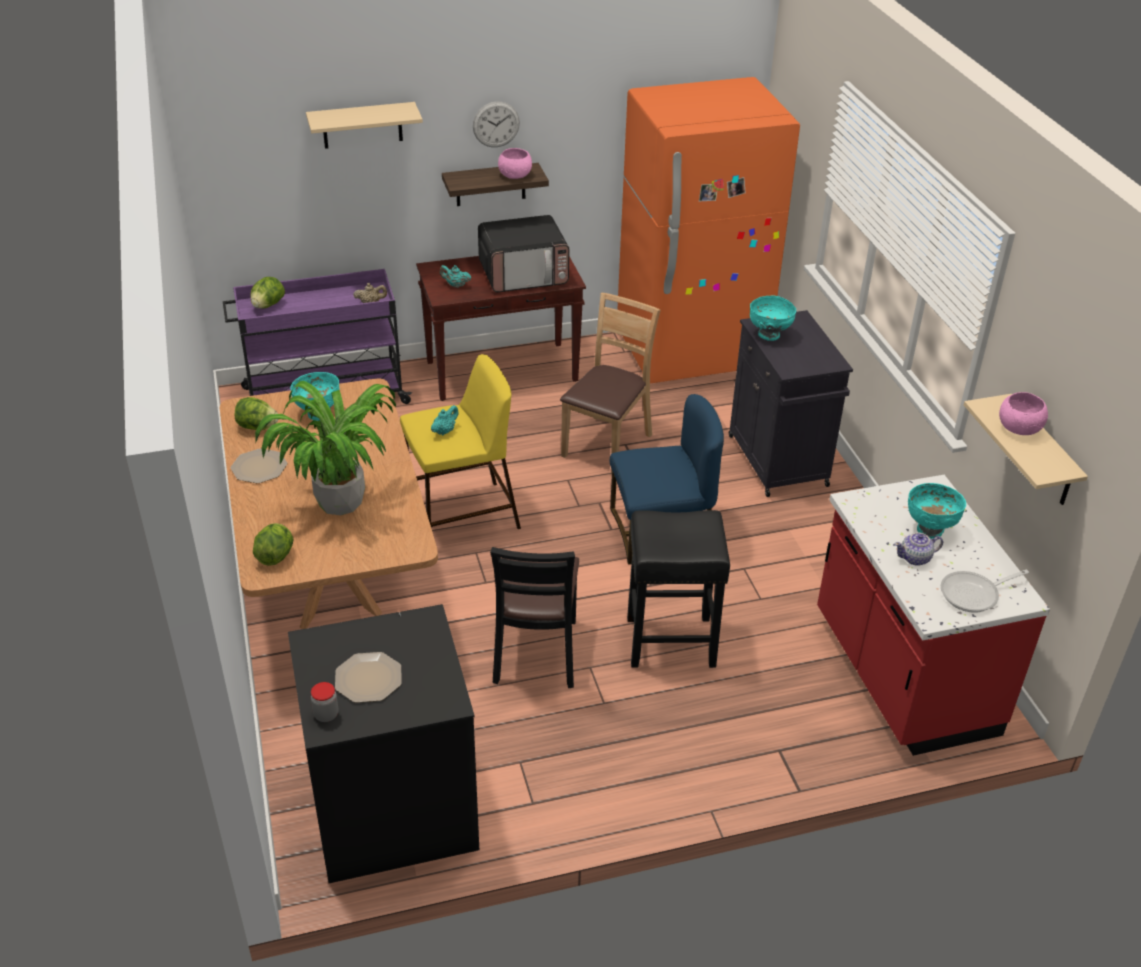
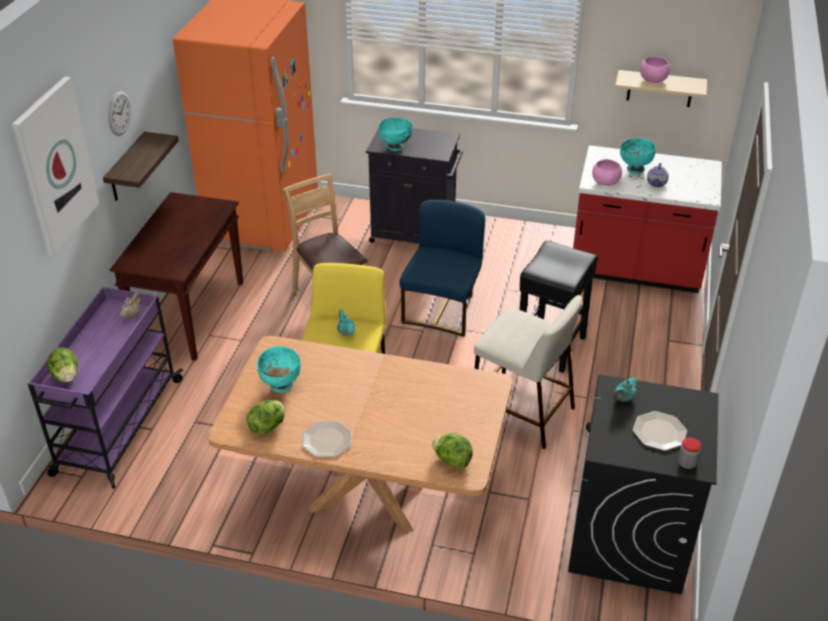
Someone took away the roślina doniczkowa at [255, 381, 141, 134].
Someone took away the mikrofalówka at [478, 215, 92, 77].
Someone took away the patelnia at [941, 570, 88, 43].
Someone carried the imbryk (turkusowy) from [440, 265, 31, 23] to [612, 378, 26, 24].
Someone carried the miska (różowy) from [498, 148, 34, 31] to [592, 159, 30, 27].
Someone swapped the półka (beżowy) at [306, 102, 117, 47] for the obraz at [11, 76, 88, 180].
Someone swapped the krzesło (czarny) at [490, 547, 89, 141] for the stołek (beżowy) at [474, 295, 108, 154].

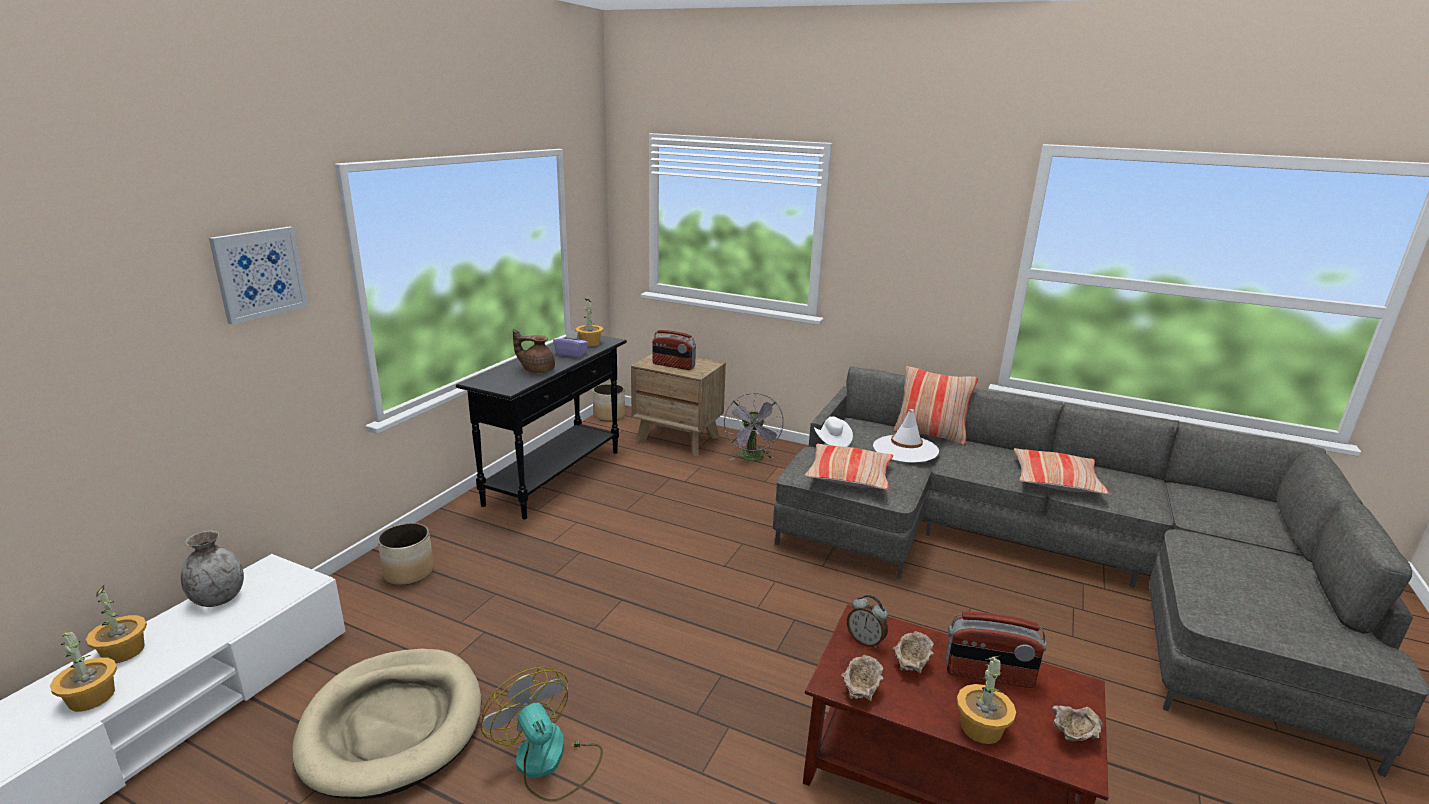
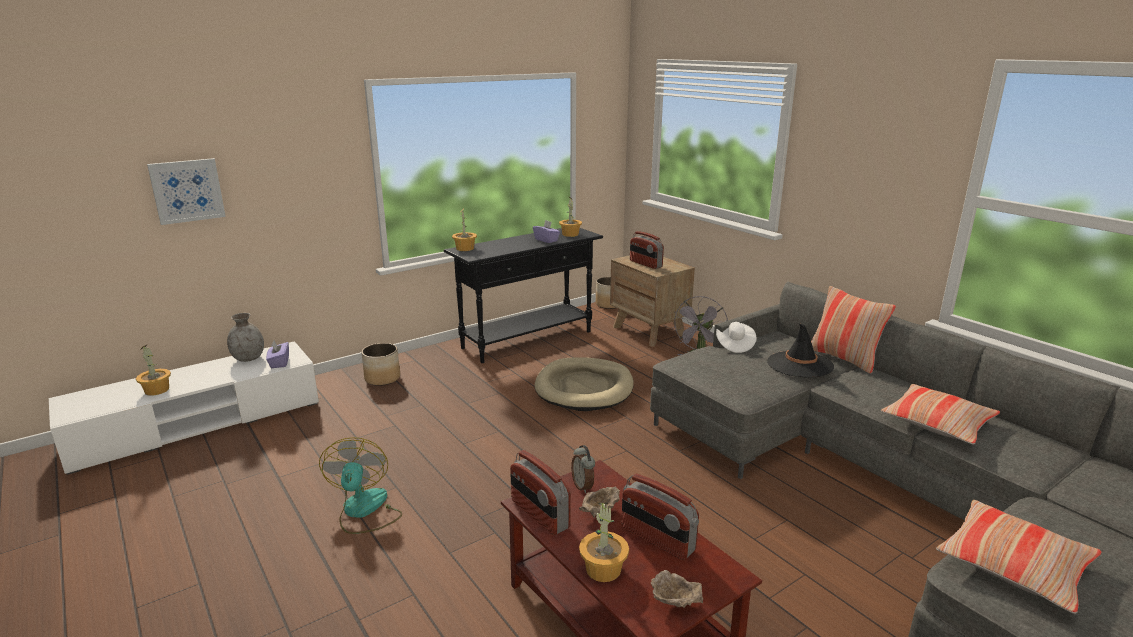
Someone took away the imbryk (brązowy) at [513, 329, 42, 44].
Someone put down the pudełko chusteczek (fioletowy) at [266, 341, 23, 27].
Someone carried the roślina doniczkowa from [86, 585, 61, 78] to [452, 209, 25, 42].
Someone carried the obraz from [209, 226, 99, 98] to [147, 158, 79, 67].
Someone carried the legowisko (beżowy) from [292, 649, 190, 150] to [535, 357, 99, 54].
Someone carried the poduszka from [804, 444, 89, 46] to [936, 500, 166, 114].
Someone swapped the miska (beżowy) at [841, 655, 43, 46] for the radio at [510, 450, 61, 85].
Someone repainted the kapelusz (biały) at [873, 409, 66, 54], which became the kapelusz (czarny) at [767, 323, 67, 55].

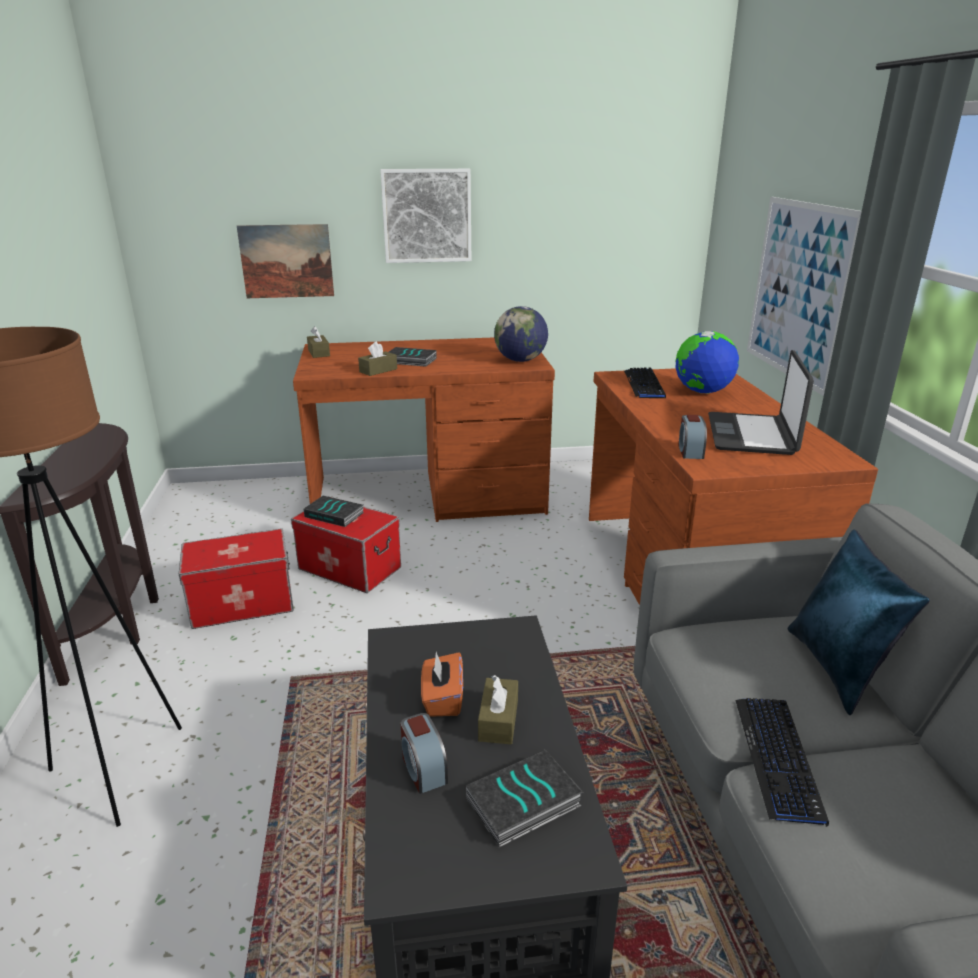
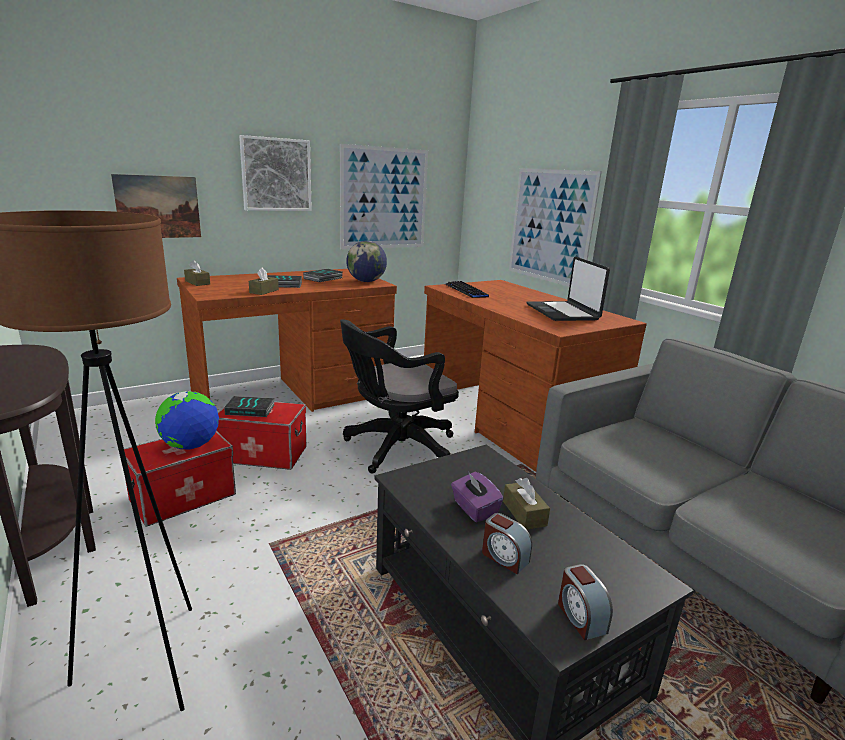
Someone took away the klawiatura at [735, 698, 94, 129].
Someone took away the poduszka (niebieski) at [788, 529, 142, 186].
Someone put up the obraz at [340, 144, 88, 105].
Someone put down the krzesło biurowe (czarny) at [340, 319, 119, 155].
Someone carried the książka from [466, 750, 117, 97] to [303, 269, 39, 13].
Someone carried the globus from [675, 331, 64, 62] to [155, 391, 64, 59].
Someone carried the budzik from [678, 415, 29, 44] to [558, 564, 55, 76].
Someone repainted the pudełko chusteczek (pomarańczowy) at [421, 652, 42, 65], which became the pudełko chusteczek (fioletowy) at [451, 472, 52, 50].

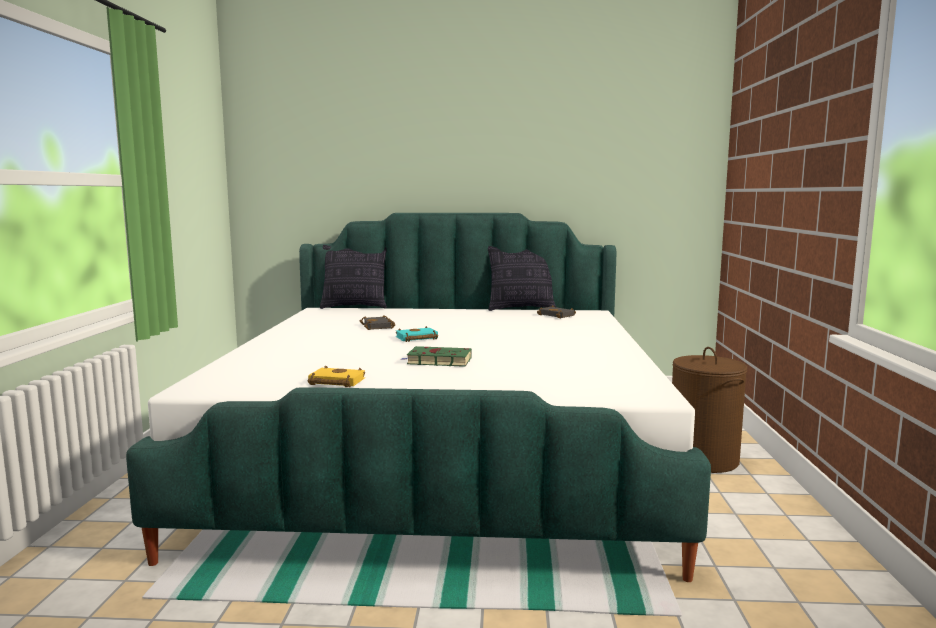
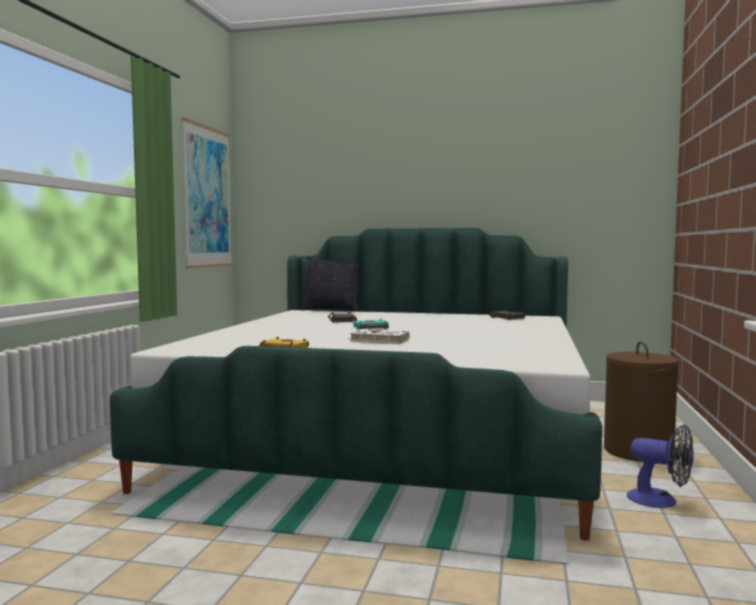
Someone took away the poduszka at [488, 246, 68, 65].
Someone put up the obraz at [181, 118, 52, 150].
Someone put down the wentylator at [627, 424, 66, 84].
Someone repainted the książka (zielony) at [400, 346, 72, 21], which became the książka (biały) at [350, 329, 59, 15].

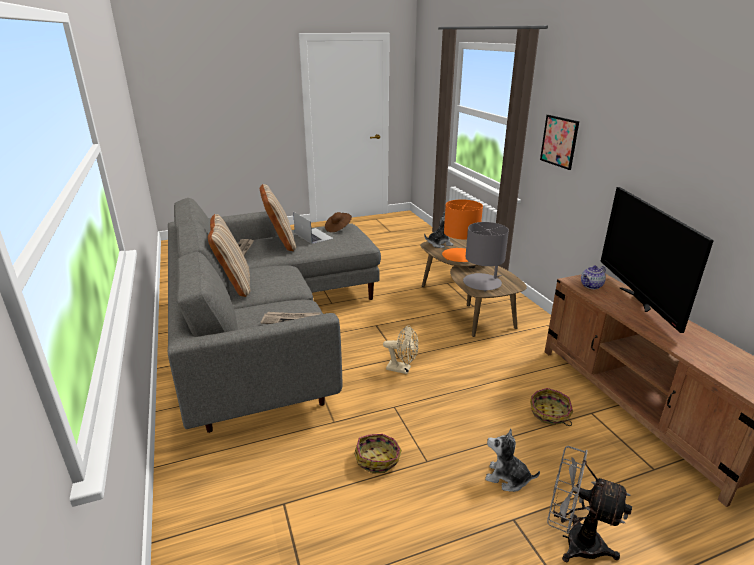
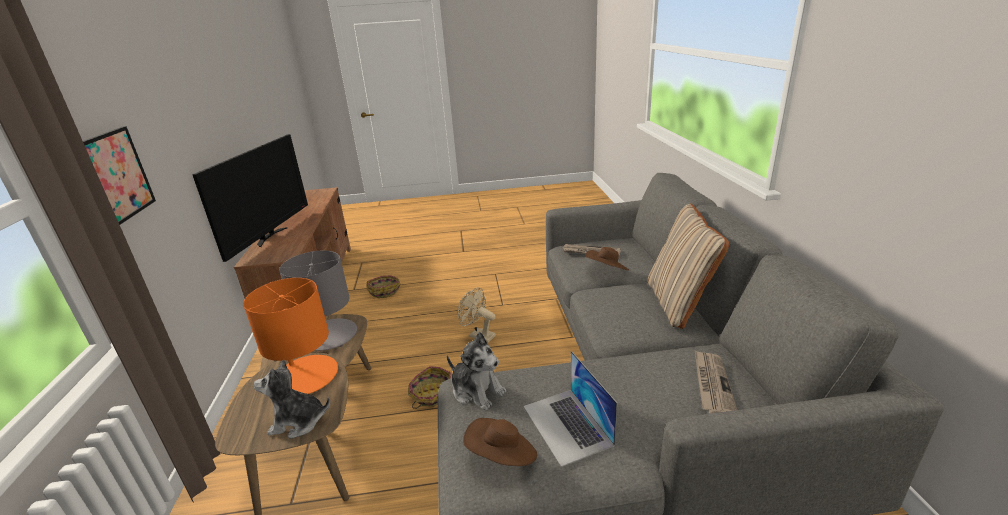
Someone took away the poduszka (beżowy) at [260, 184, 36, 67].
Someone took away the wentylator (szary) at [547, 446, 85, 116].
Someone took away the imbryk at [581, 266, 25, 23].
Someone put down the kapelusz (brązowy) at [585, 247, 44, 23].
Someone carried the koszyk from [354, 434, 48, 40] to [408, 366, 44, 43].
Someone carried the pluszak from [485, 429, 55, 63] to [447, 332, 59, 78].

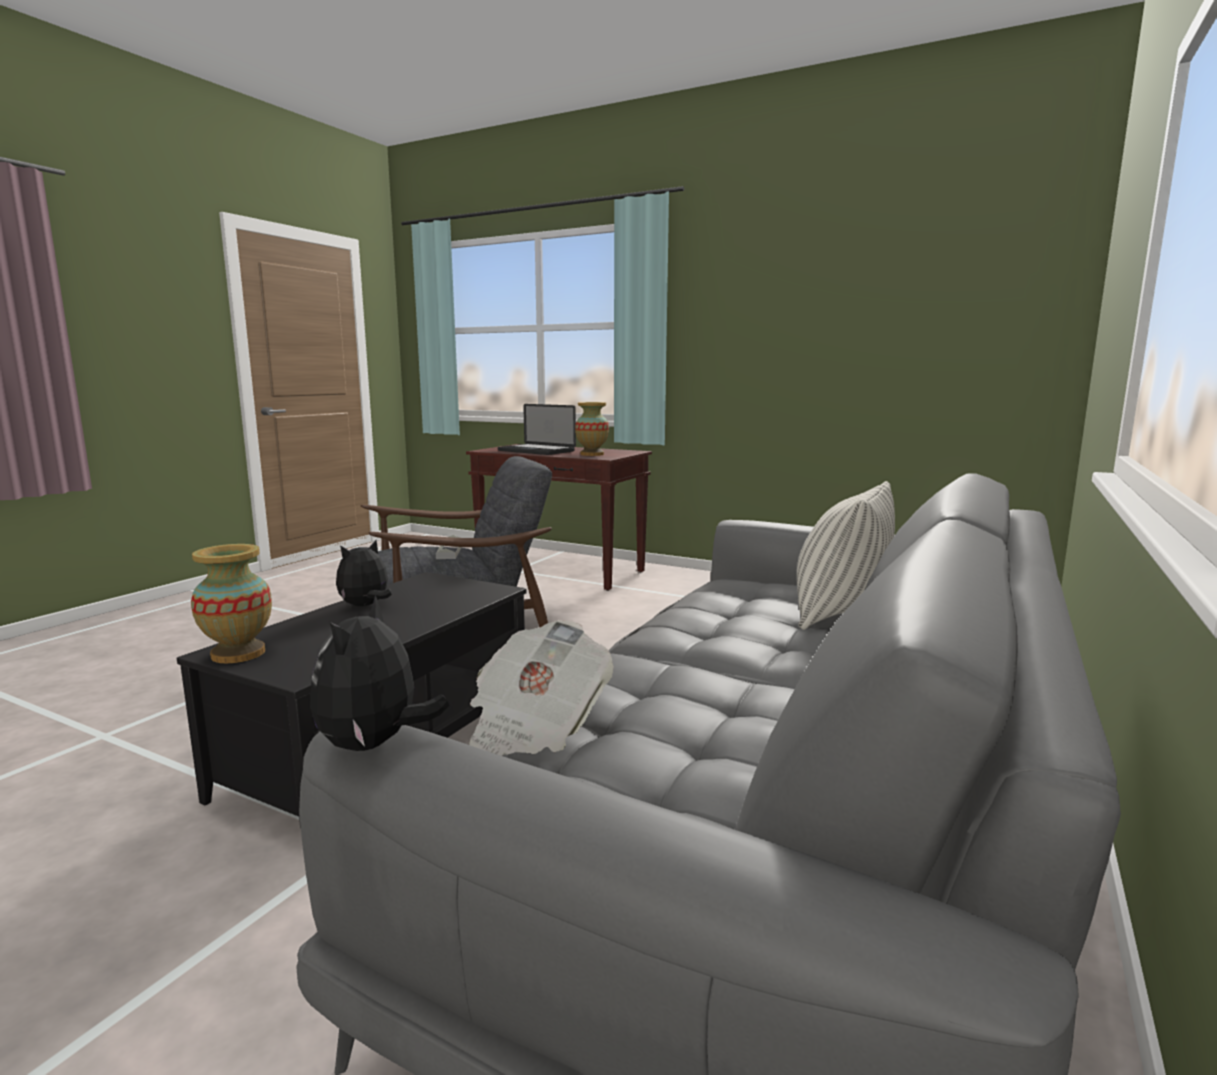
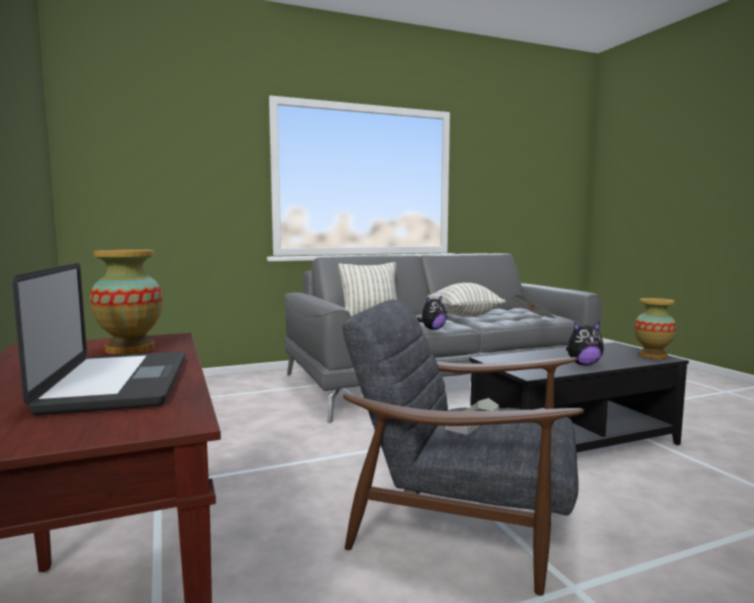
Someone put down the poduszka at [427, 283, 79, 34].
Someone carried the pluszak from [310, 595, 139, 156] to [417, 296, 30, 34].

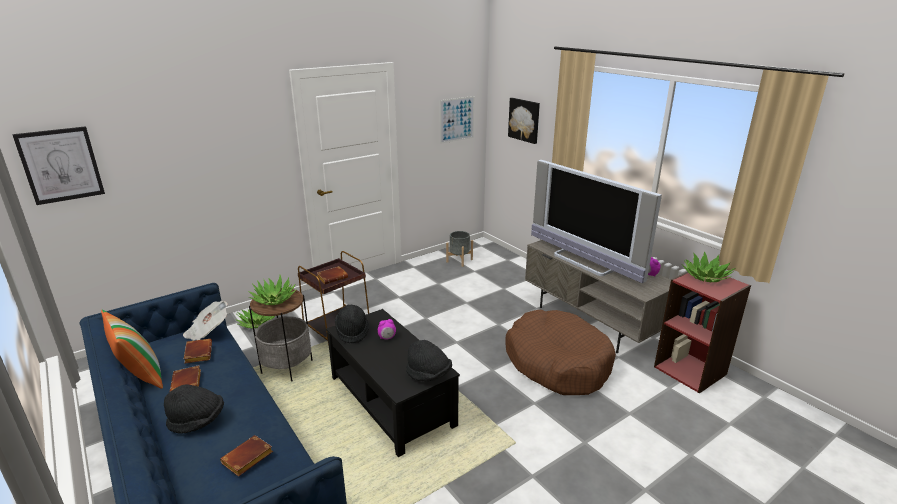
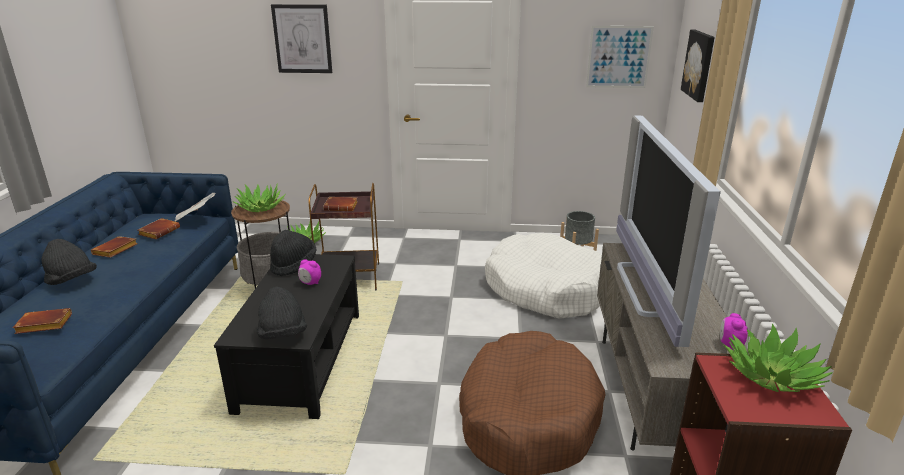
Someone took away the poduszka at [101, 310, 62, 79].
Someone put down the legowisko (biały) at [485, 233, 117, 86].
Someone carried the obraz from [12, 126, 93, 79] to [271, 4, 61, 69].

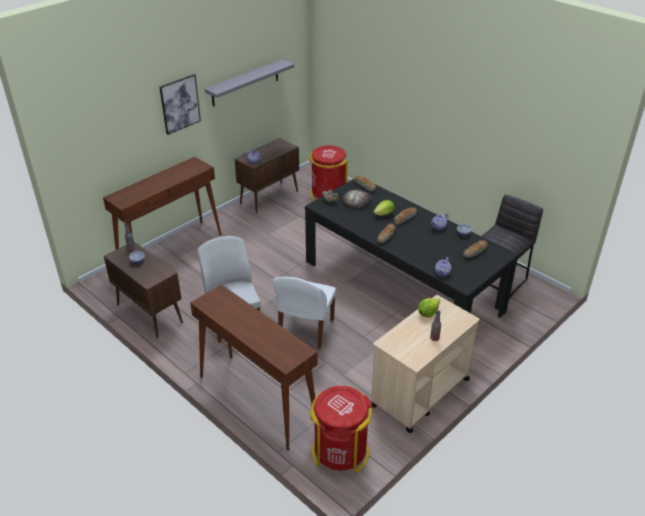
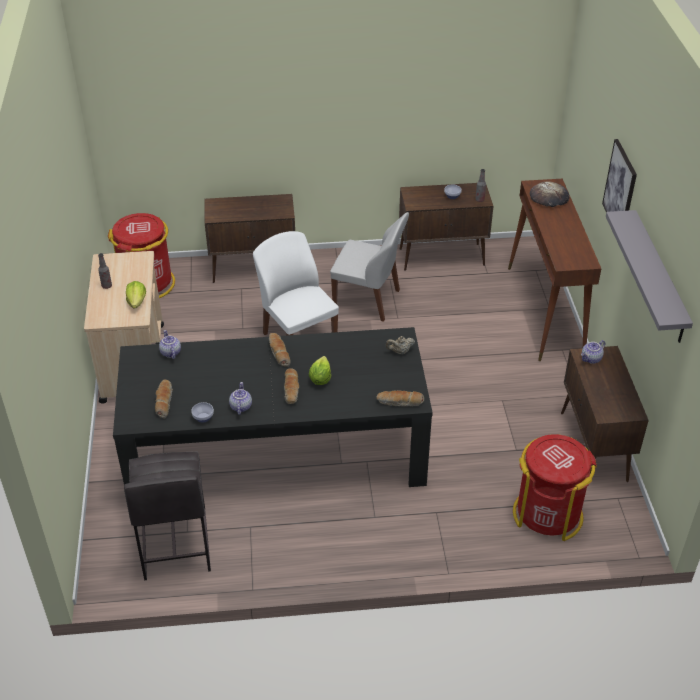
Someone carried the chleb from [342, 189, 30, 19] to [530, 181, 39, 26].
Someone swapped the stolik konsolowy (brązowy) at [190, 284, 127, 167] for the szafka (brązowy) at [205, 194, 90, 89].

